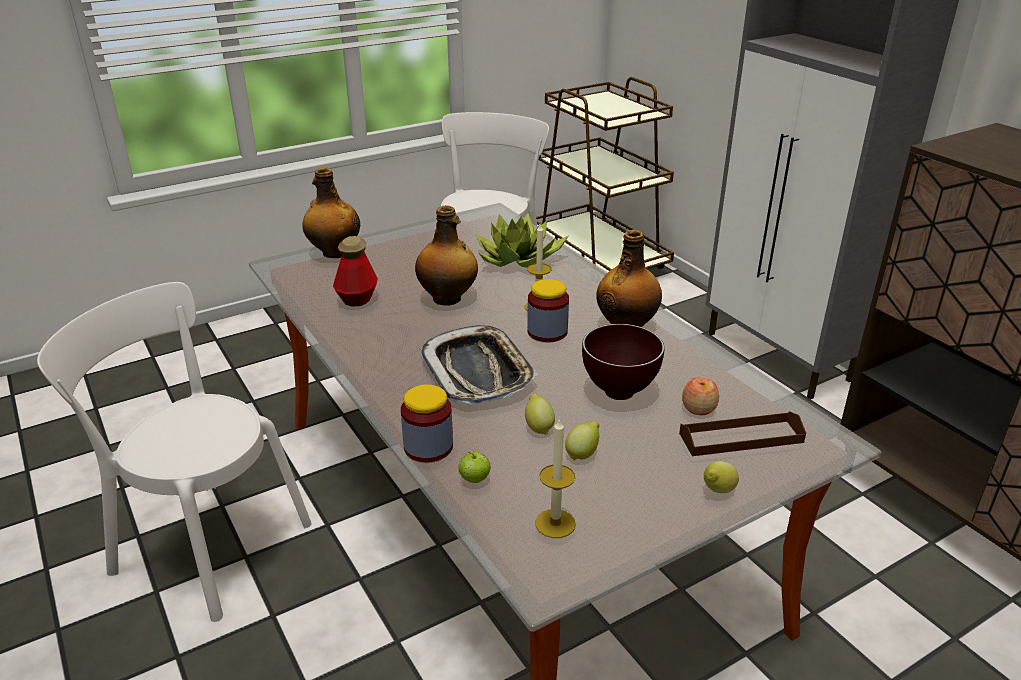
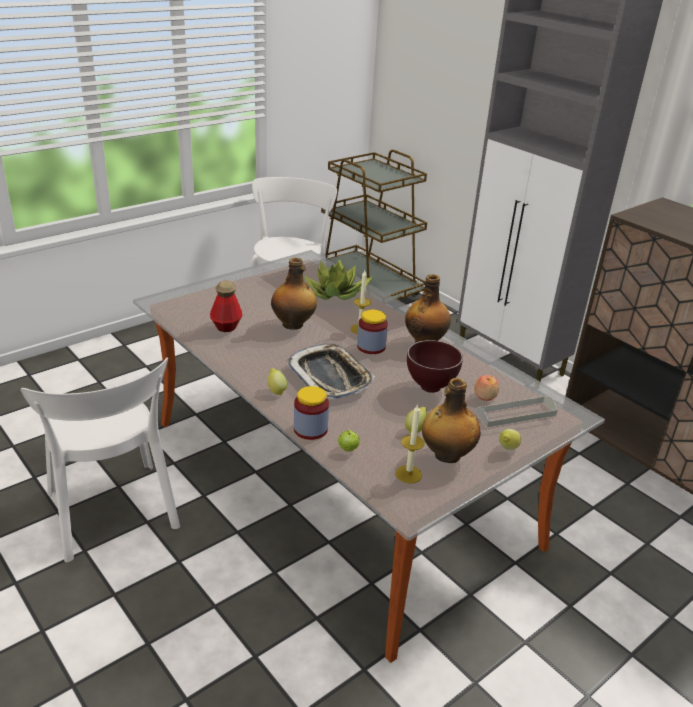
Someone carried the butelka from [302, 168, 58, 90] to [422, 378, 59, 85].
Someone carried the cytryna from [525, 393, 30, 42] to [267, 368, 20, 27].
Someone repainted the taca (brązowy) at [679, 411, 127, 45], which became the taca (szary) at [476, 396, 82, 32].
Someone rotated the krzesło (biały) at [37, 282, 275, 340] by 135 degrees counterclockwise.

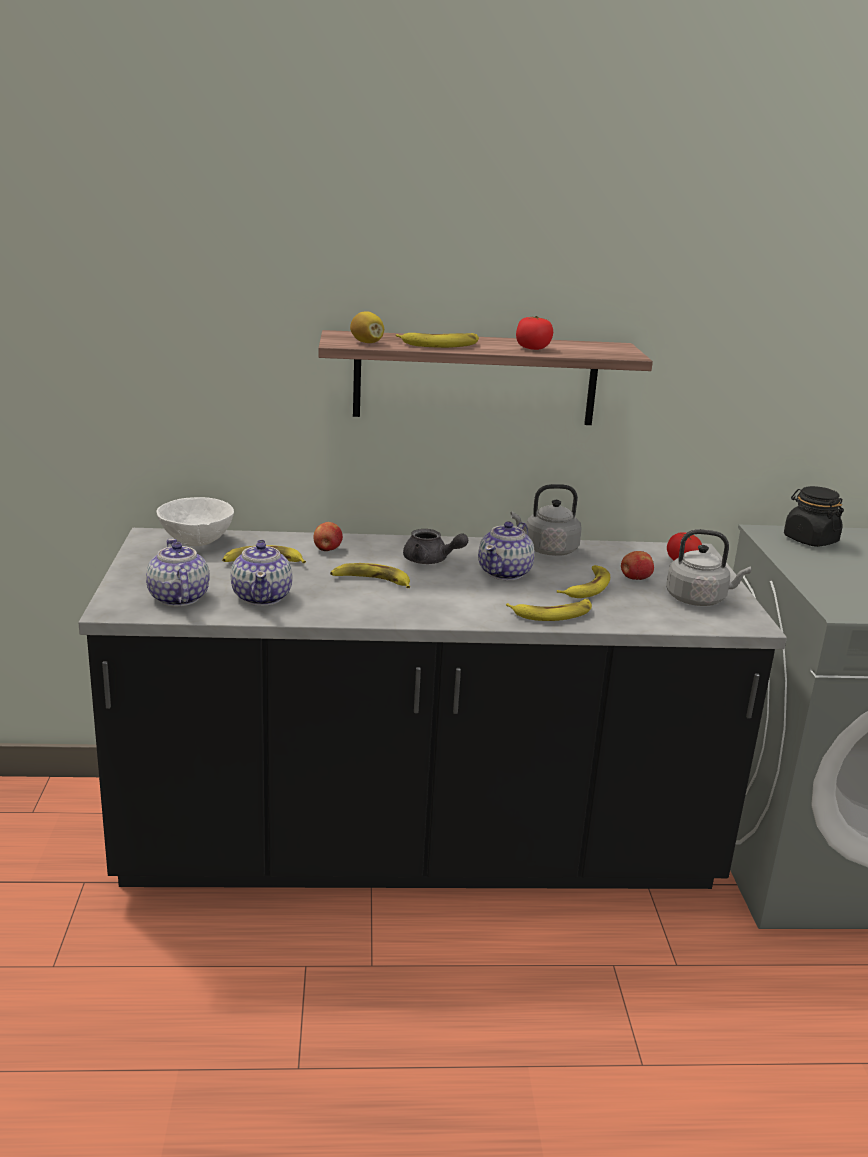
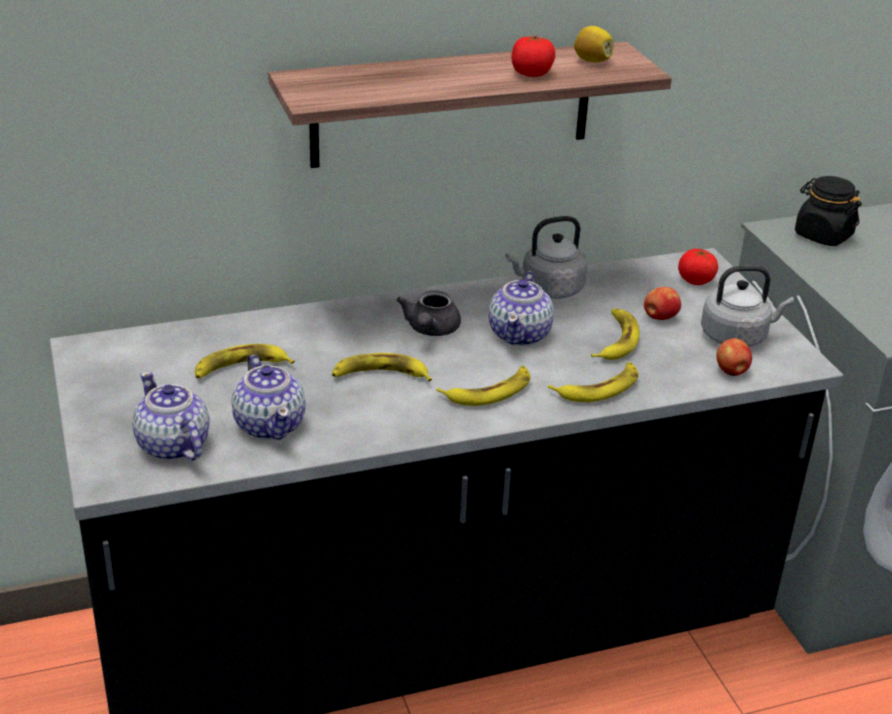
Someone took away the miska (biały) at [156, 497, 78, 49].
Someone carried the jabłko from [313, 522, 30, 29] to [716, 338, 36, 38].
Someone carried the cytryna from [350, 311, 34, 32] to [574, 26, 40, 36].
Someone carried the banan from [396, 333, 83, 15] to [436, 366, 94, 40].
Someone rotated the imbryk (szary) at [403, 529, 65, 35] by 90 degrees clockwise.

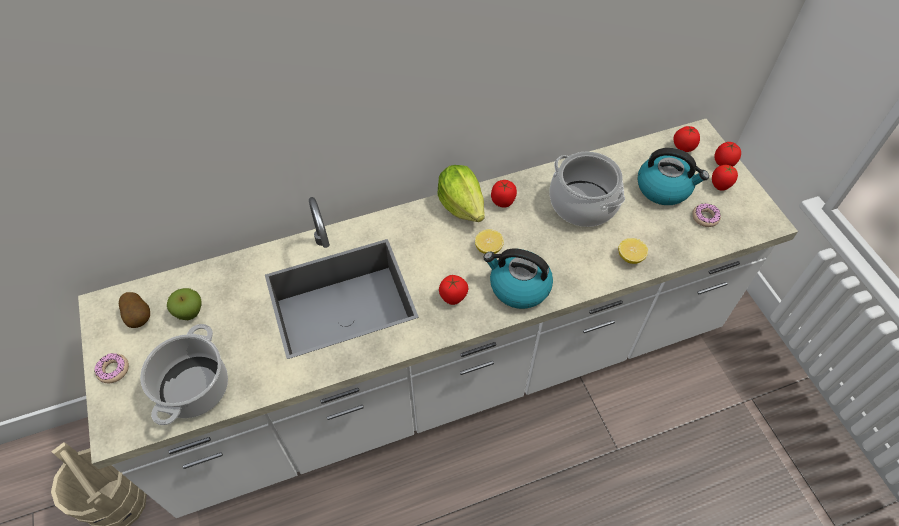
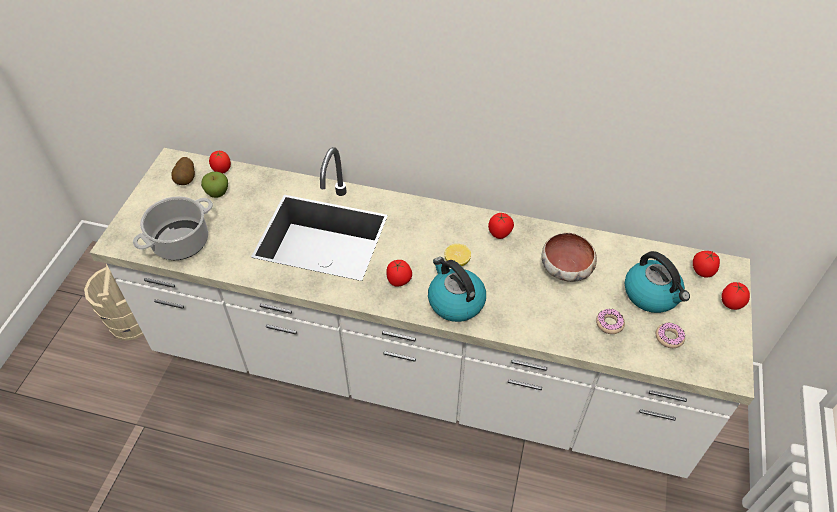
Someone took away the sałata at [438, 165, 47, 57].
Someone took away the cytryna at [618, 238, 30, 26].
Someone carried the donut from [94, 353, 35, 30] to [596, 309, 29, 25].
Someone carried the pomidor from [712, 165, 26, 26] to [209, 151, 22, 22].
Someone swapped the garnek at [549, 151, 76, 76] for the miska at [542, 233, 55, 49].

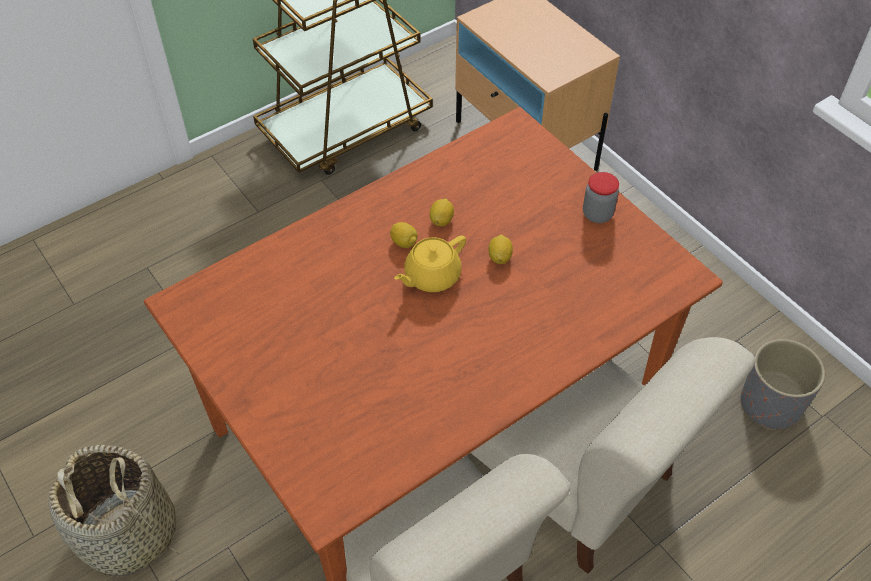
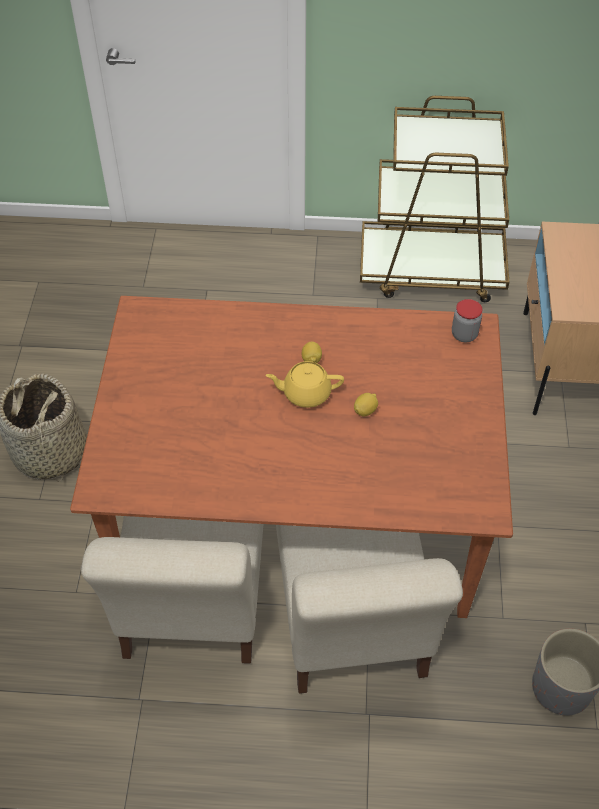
Someone took away the cytryna at [430, 198, 24, 28].
Someone carried the słoik from [583, 172, 36, 51] to [452, 299, 30, 43].

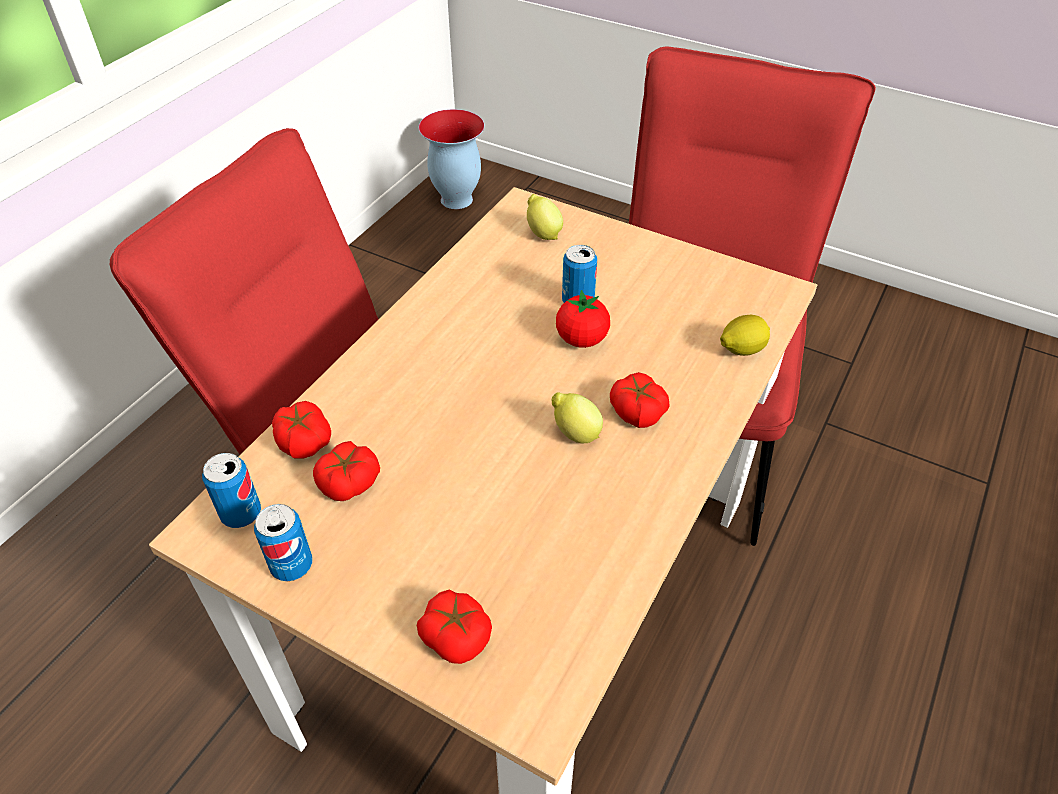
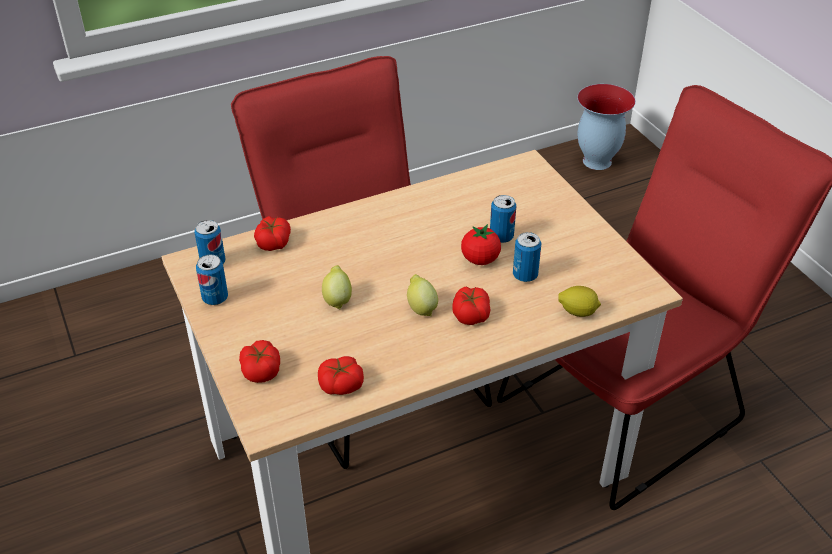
Someone put down the puszka at [513, 232, 28, 50].
Someone carried the pomidor from [313, 441, 67, 60] to [318, 356, 46, 39].
Someone carried the cytryna from [527, 194, 36, 46] to [322, 265, 30, 44].

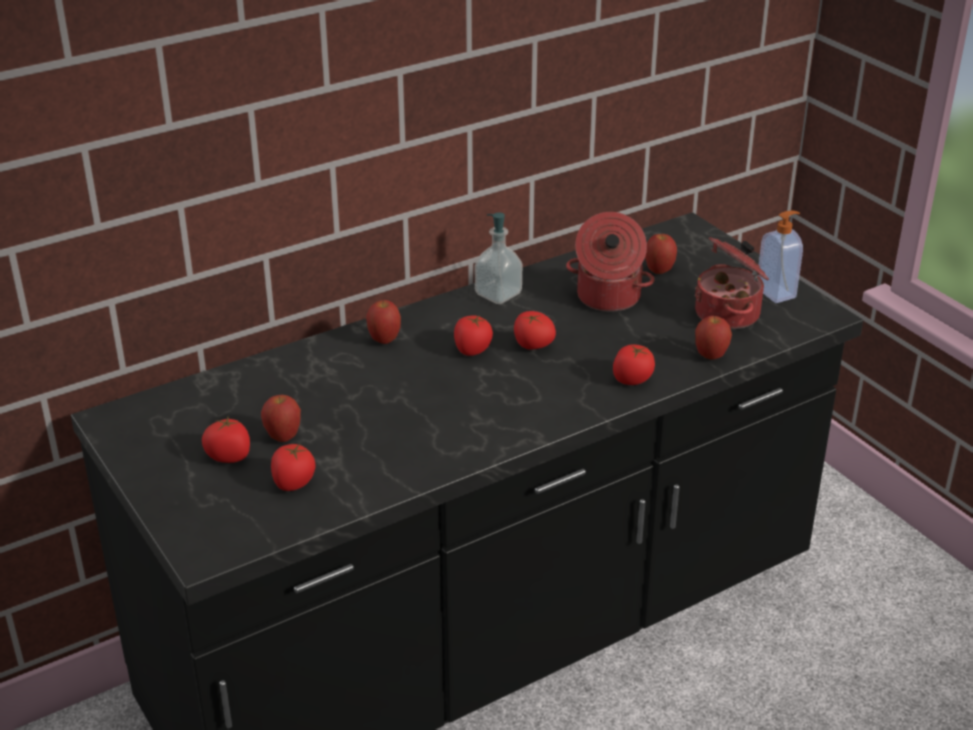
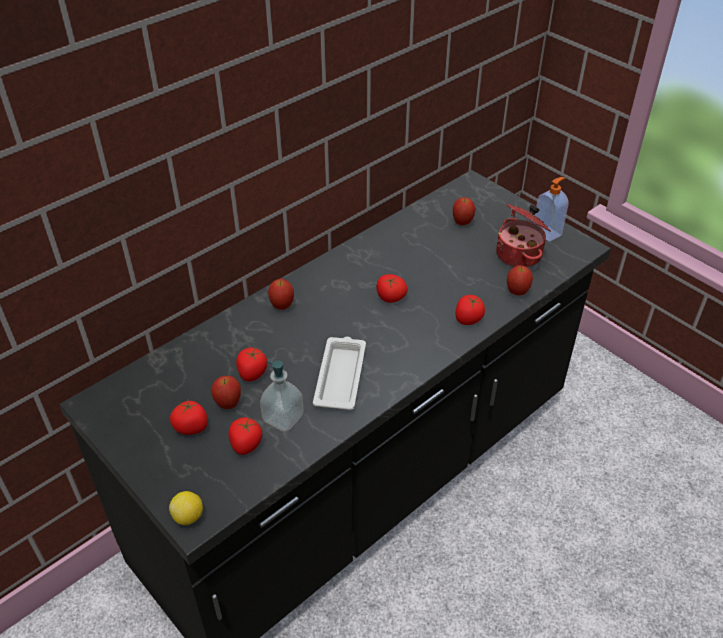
Someone took away the garnek at [566, 212, 89, 99].
Someone put down the cytryna at [169, 491, 34, 34].
Someone put down the taca (biały) at [313, 337, 53, 73].
Someone carried the pomidor from [454, 314, 39, 42] to [236, 347, 31, 35].
Someone carried the dozownik mydła from [474, 212, 48, 92] to [260, 360, 44, 71].

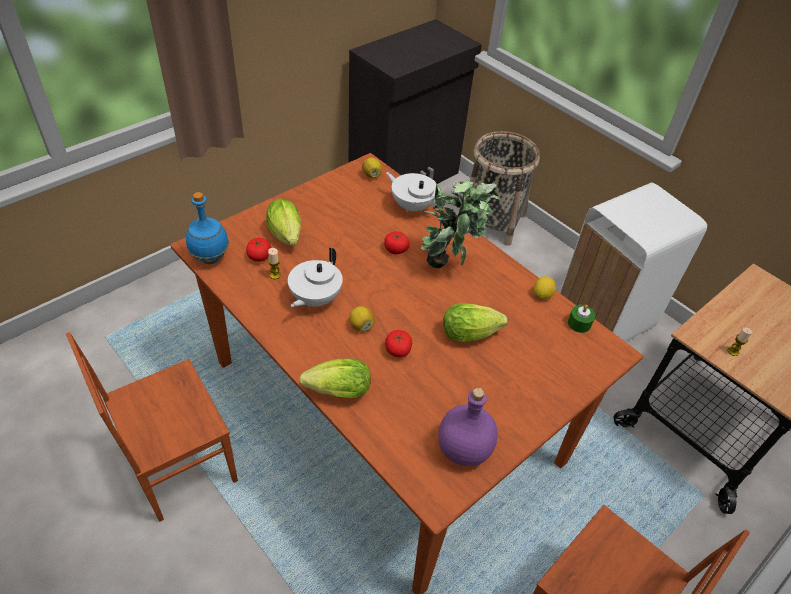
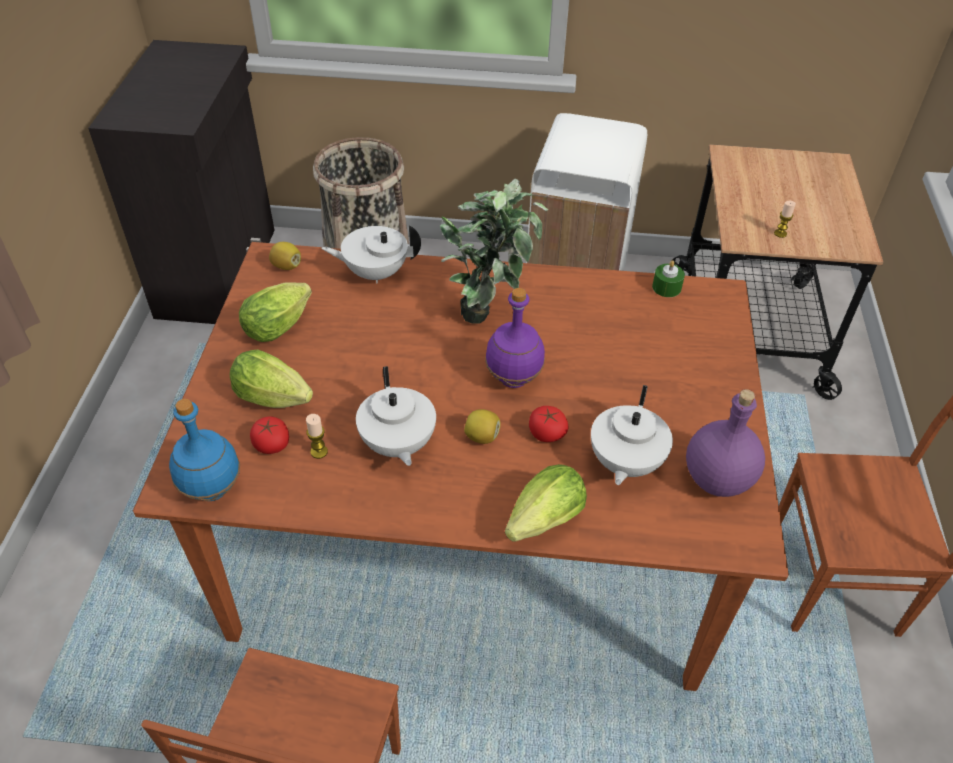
Someone took away the pomidor at [384, 232, 26, 22].
Someone took away the cytryna at [534, 276, 22, 24].
Someone put down the butelka (fioletowy) at [485, 288, 60, 100].
Someone put down the imbryk (biały) at [591, 385, 82, 100].
Someone carried the sałata from [443, 303, 65, 39] to [239, 282, 73, 60].

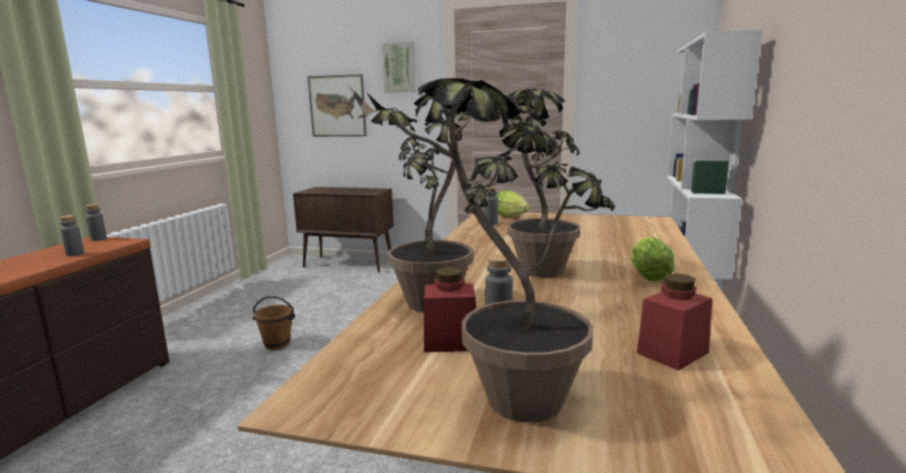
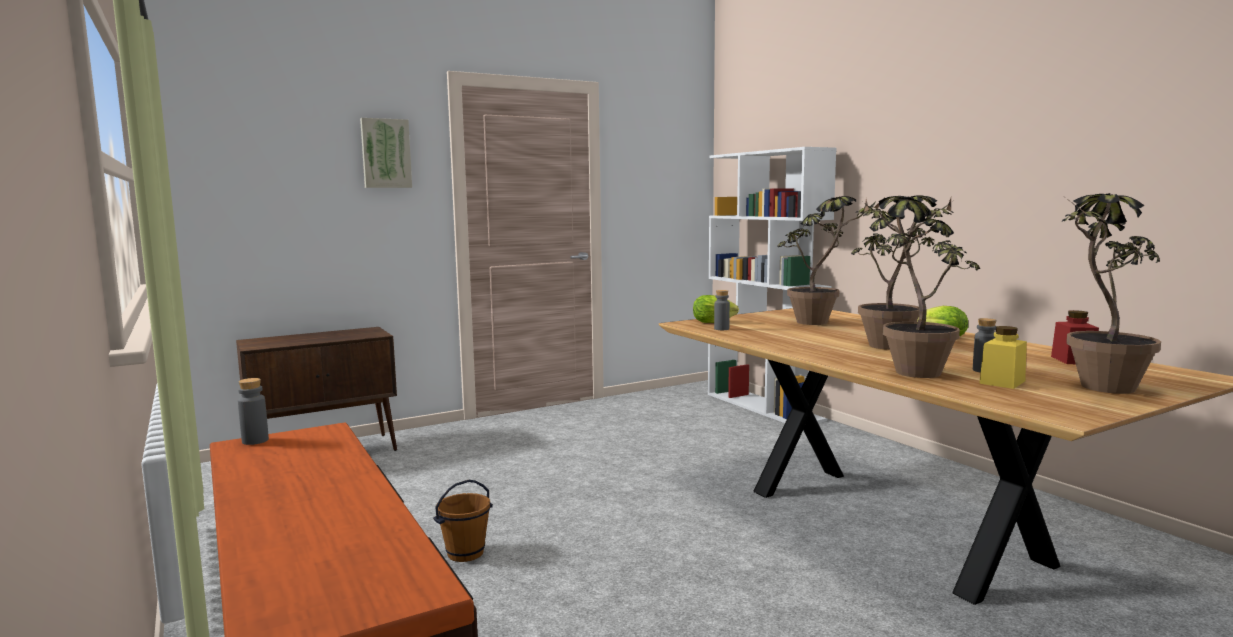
Someone took away the butelka (szary) at [59, 215, 25, 41].
Someone took away the obraz at [307, 74, 60, 63].
Someone put down the roślina doniczkowa at [777, 196, 108, 129].
Someone repainted the słoik (czerwony) at [424, 267, 52, 85], which became the słoik (żółty) at [979, 326, 48, 63].

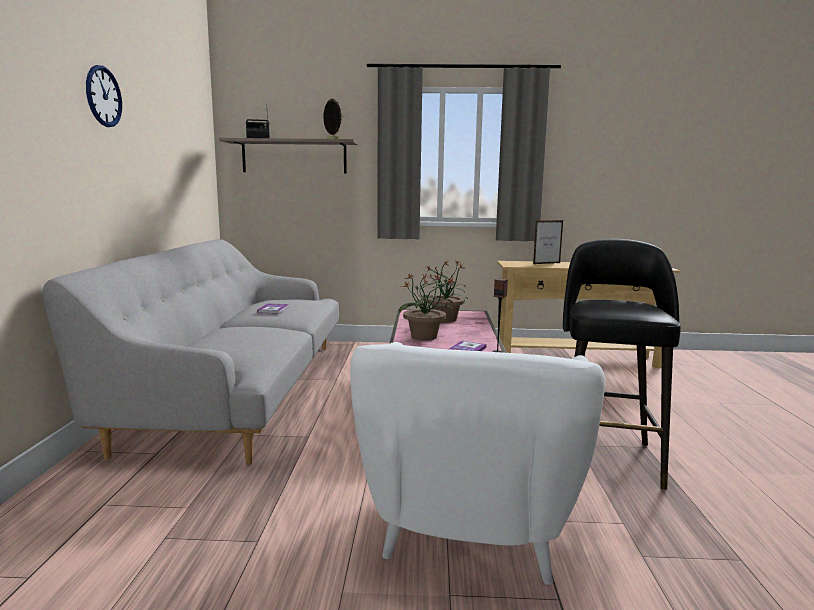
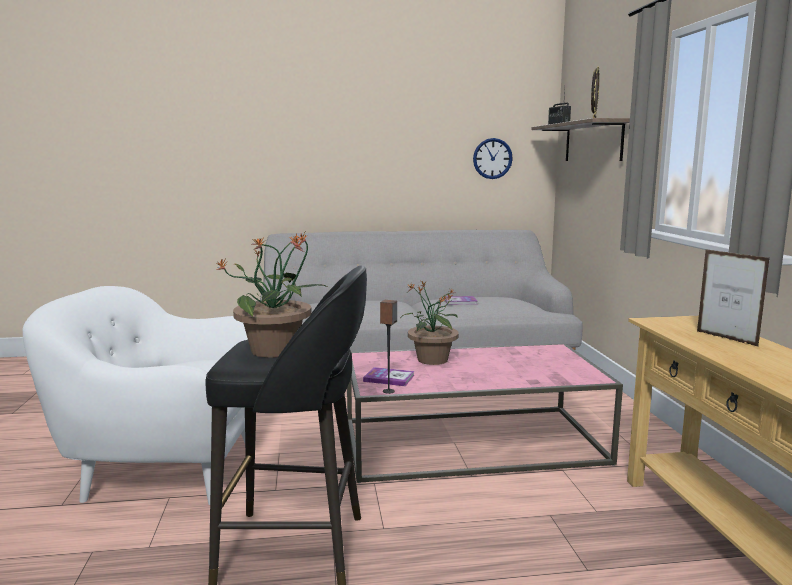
Someone carried the zegar ścienny from [86, 65, 36, 62] to [473, 138, 40, 41].
Someone carried the roślina doniczkowa from [422, 260, 46, 62] to [215, 232, 114, 126].

